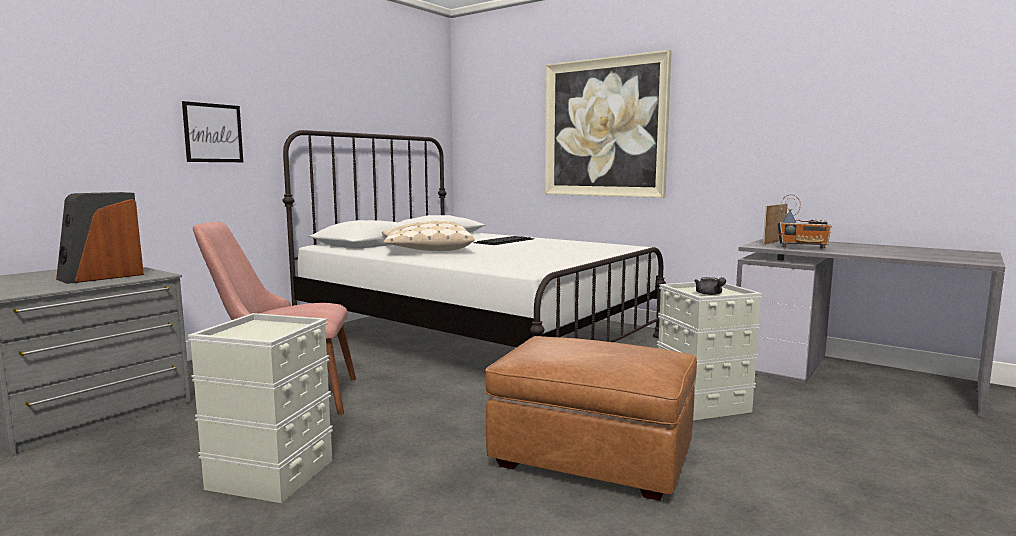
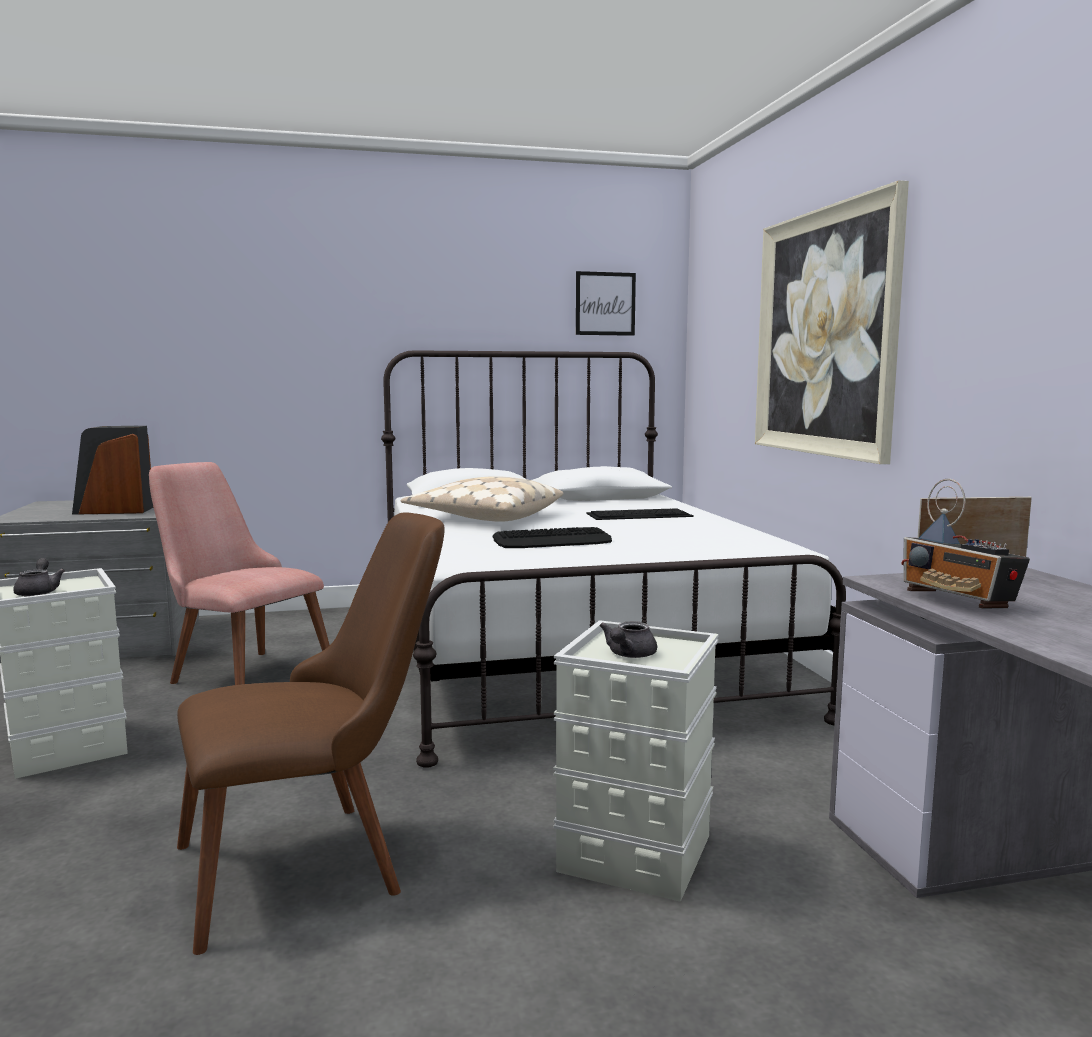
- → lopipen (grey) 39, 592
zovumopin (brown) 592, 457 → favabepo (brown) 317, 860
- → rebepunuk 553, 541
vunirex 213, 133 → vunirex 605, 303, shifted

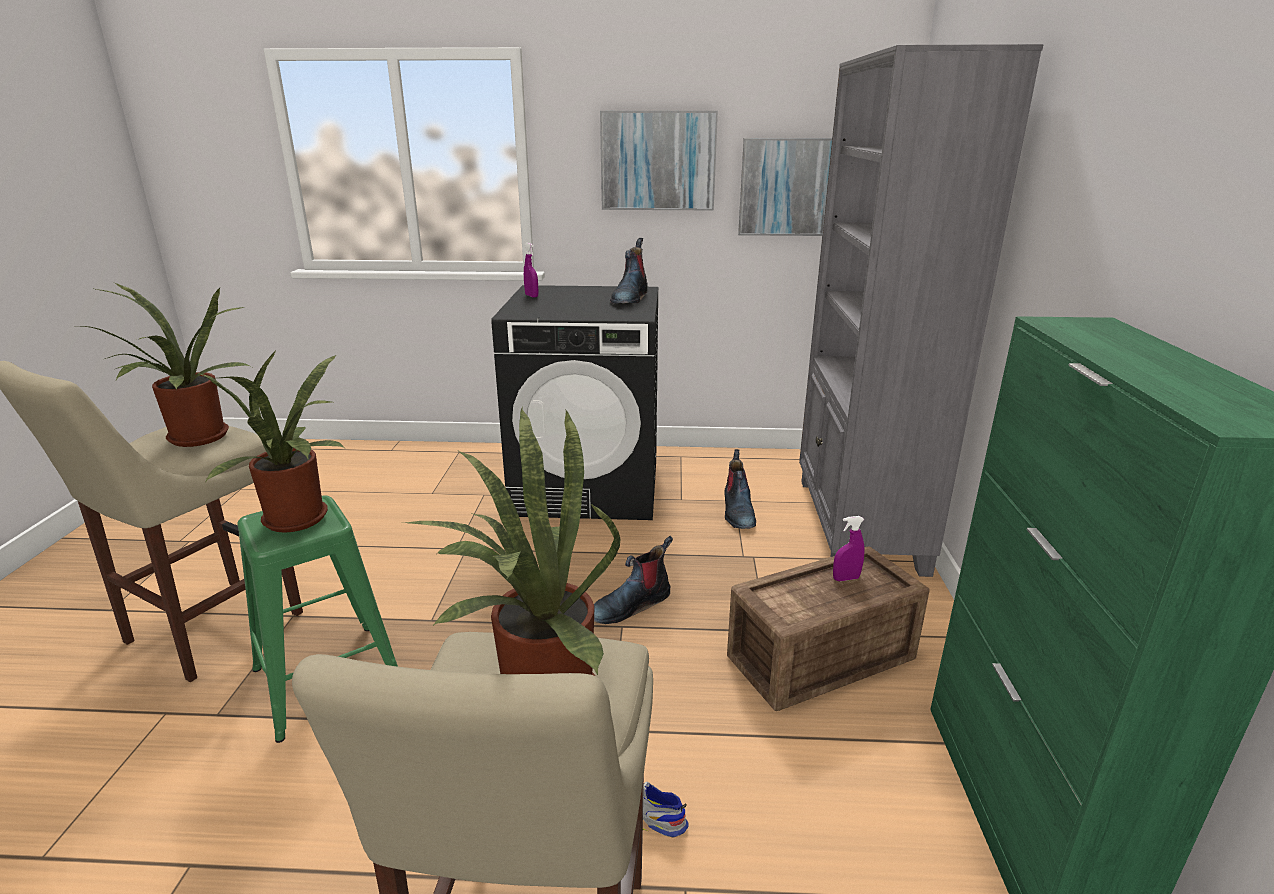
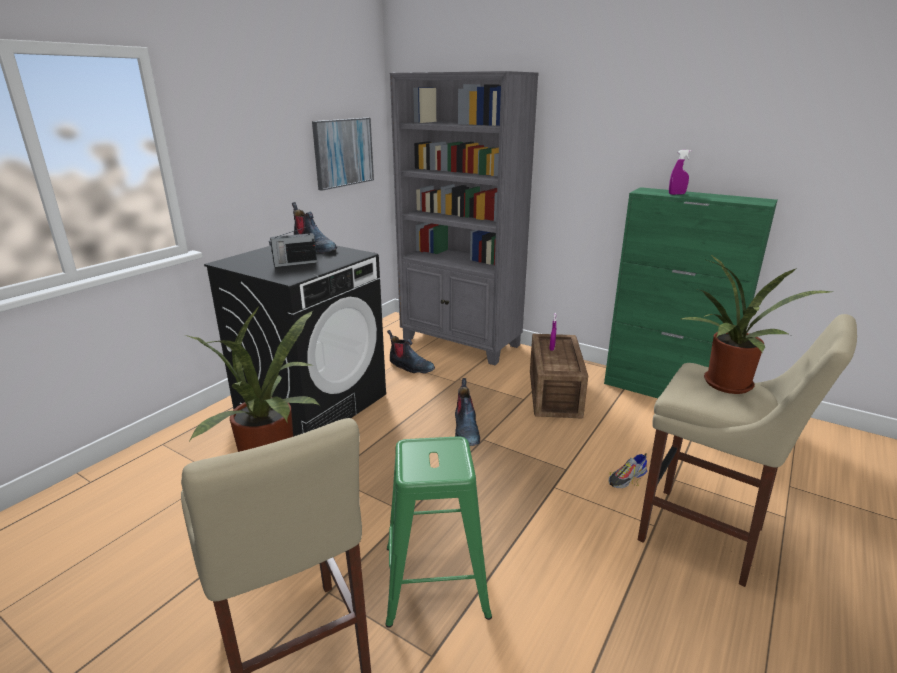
- → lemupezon 294, 263
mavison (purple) 531, 296 → mavison (purple) 676, 194, shifted
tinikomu 301, 521 → -
vunirex 658, 161 → -

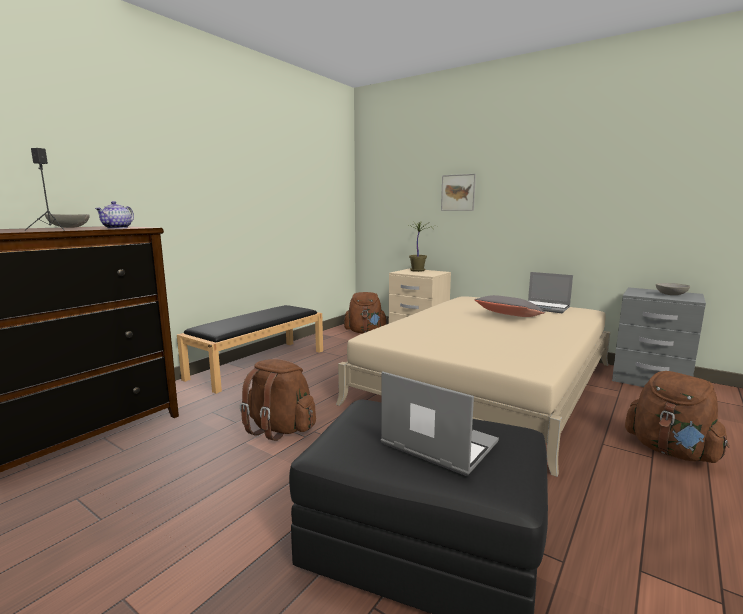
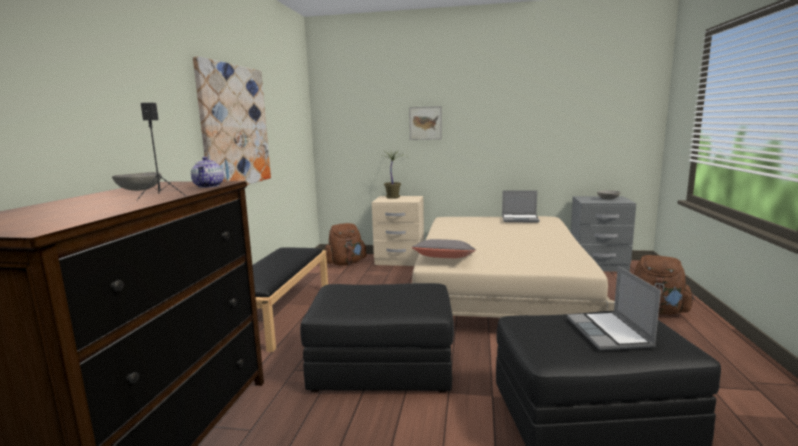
- → vunirex 235, 126
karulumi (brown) 279, 429 → zovumopin (black) 381, 367
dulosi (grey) 509, 316 → dulosi (grey) 445, 259, shifted
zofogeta 436, 444 → zofogeta 610, 333, 105 degrees counterclockwise

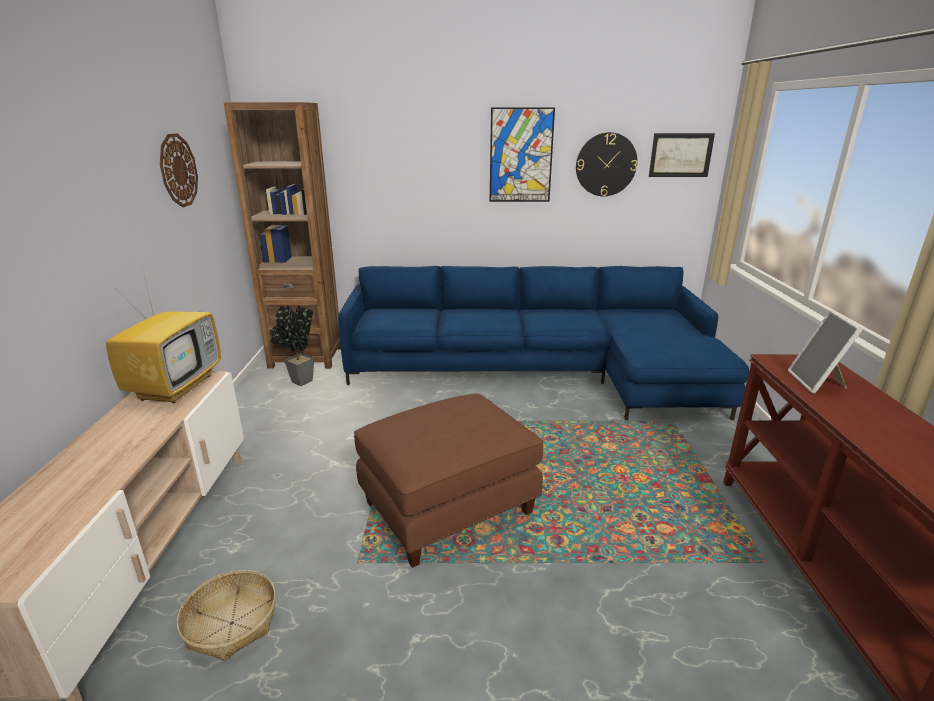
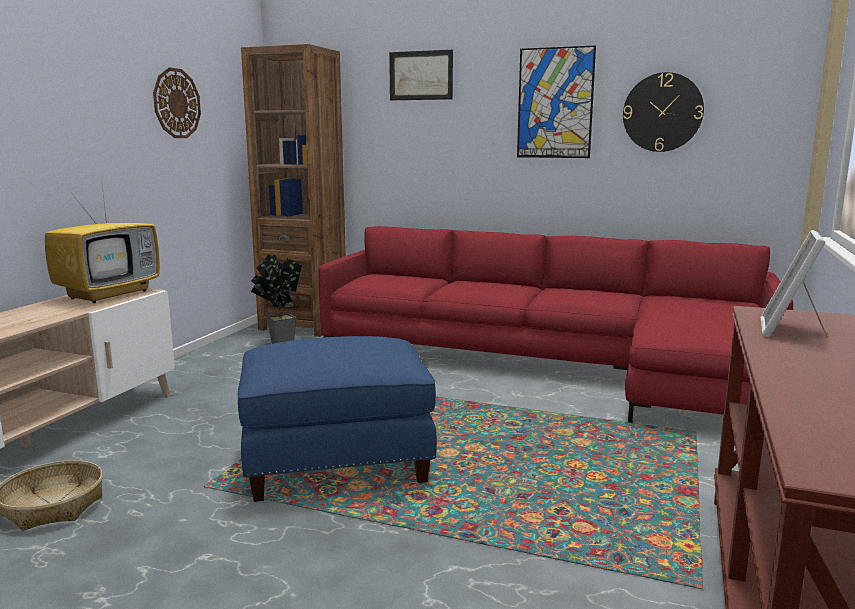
zovumopin (brown) 448, 507 → zovumopin (blue) 337, 461
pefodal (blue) 541, 371 → pefodal (red) 558, 366
vunirex 680, 155 → vunirex 421, 75, shifted

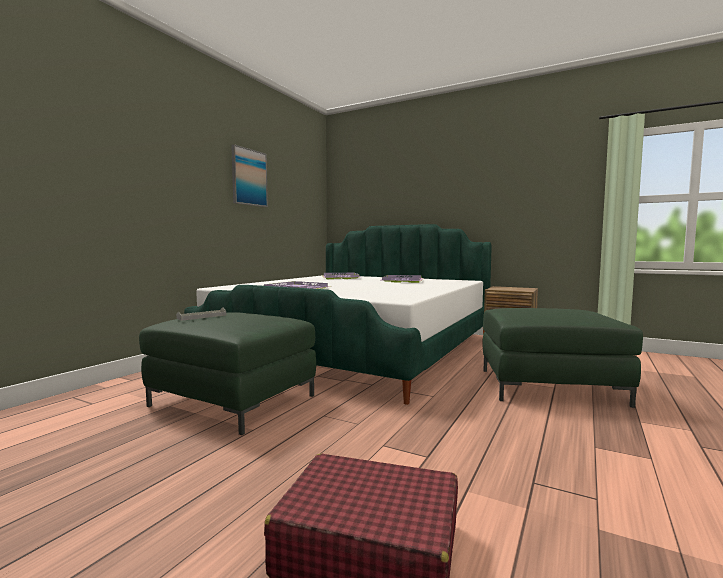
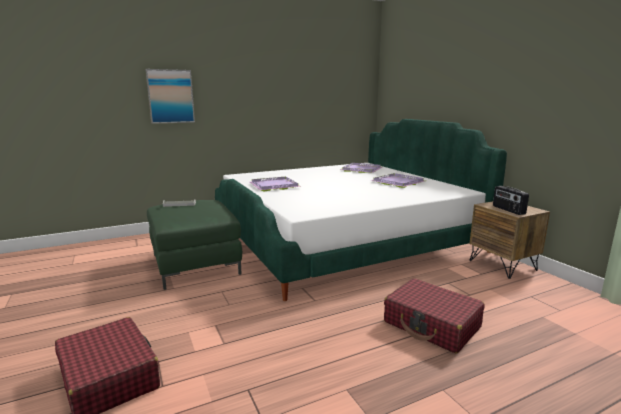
vunirex 249, 177 → vunirex 170, 96, shifted
zovumopin (green) 549, 386 → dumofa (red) 432, 325
- → lemupezon 508, 210

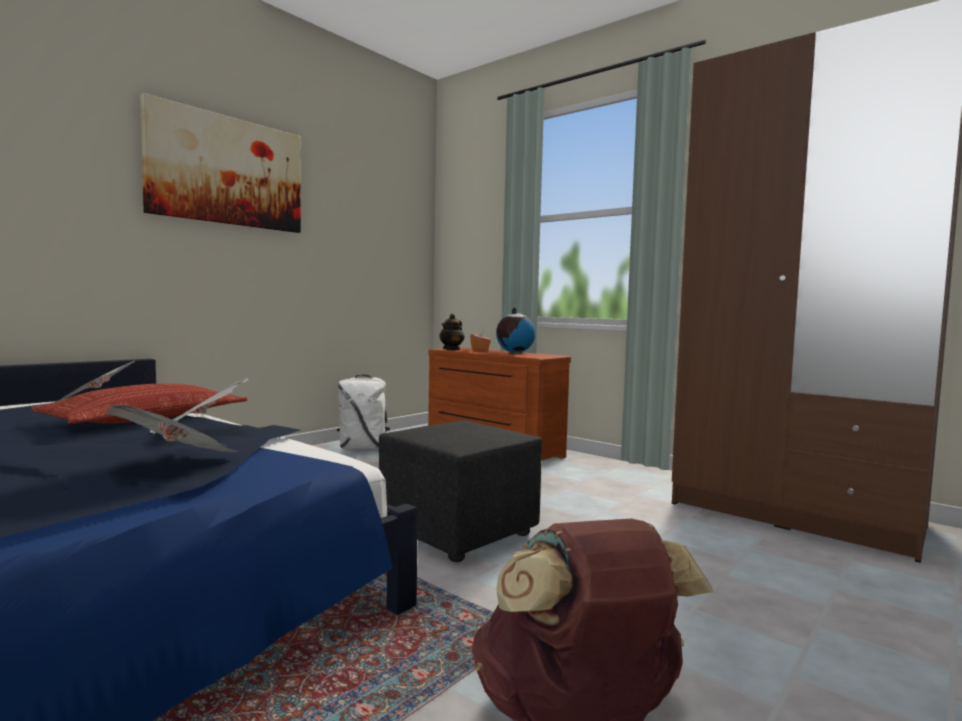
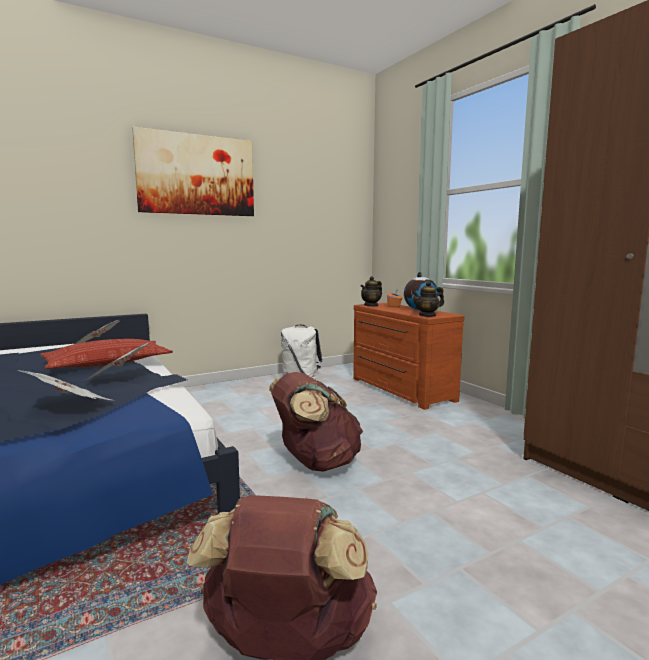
zovumopin (black) 456, 532 → karulumi (brown) 315, 463
- → lopipen 427, 315

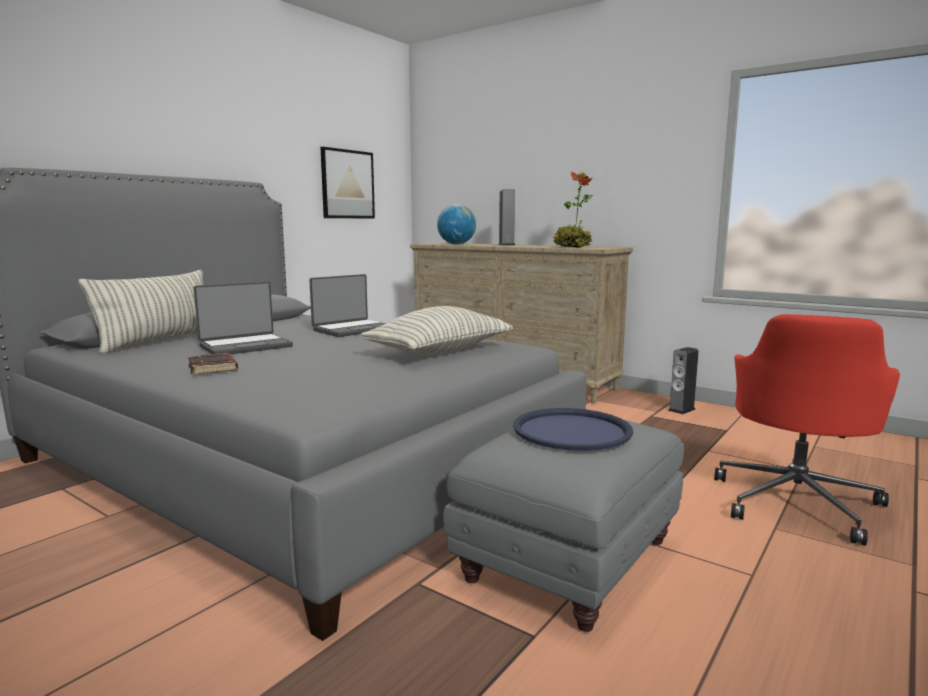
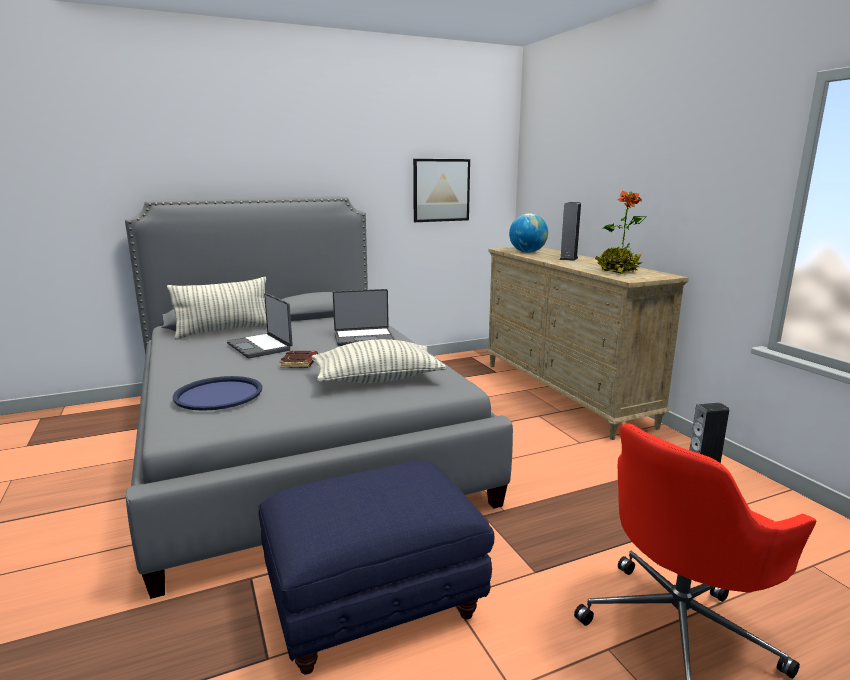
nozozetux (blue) 572, 431 → nozozetux (blue) 219, 394, shifted
zofogeta 245, 346 → zofogeta 260, 347, 60 degrees clockwise
zovumopin (grey) 569, 559 → zovumopin (blue) 376, 602
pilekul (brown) 214, 368 → pilekul (brown) 300, 363, shifted

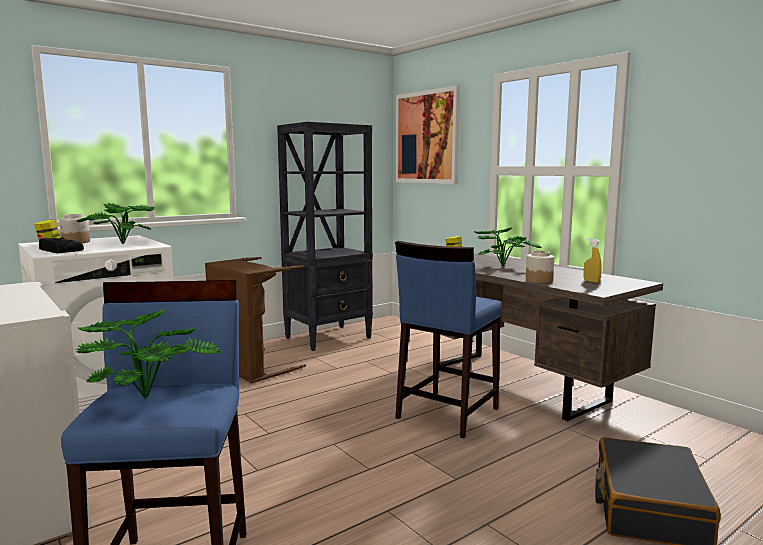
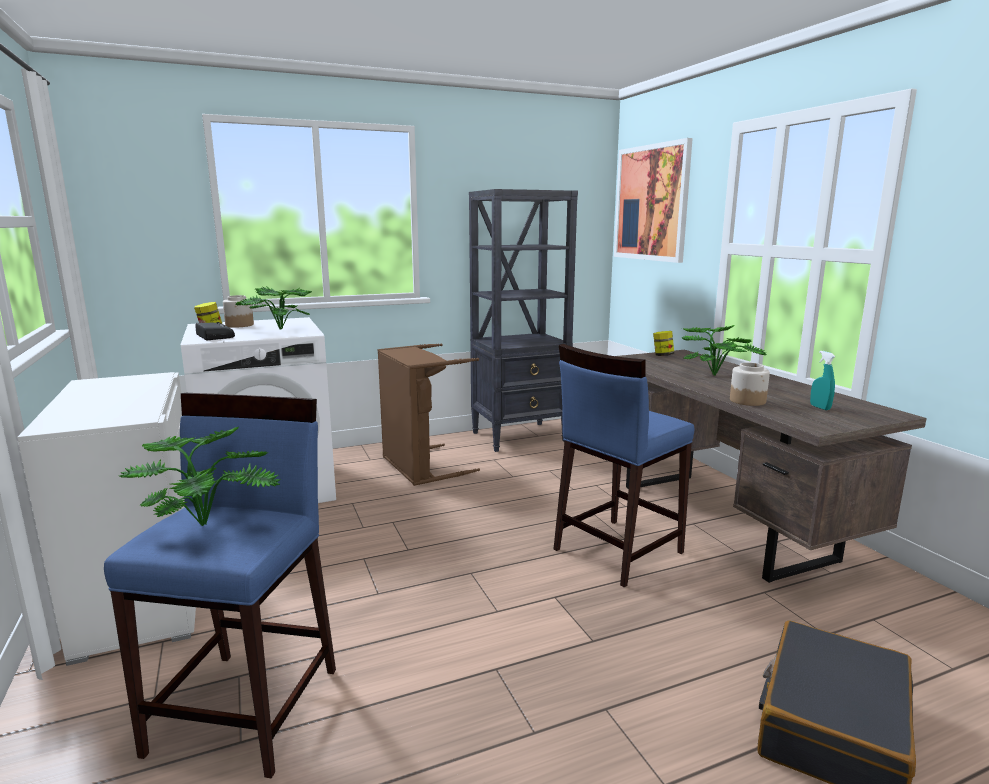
mavison (yellow) 591, 281 → mavison (turquoise) 820, 407

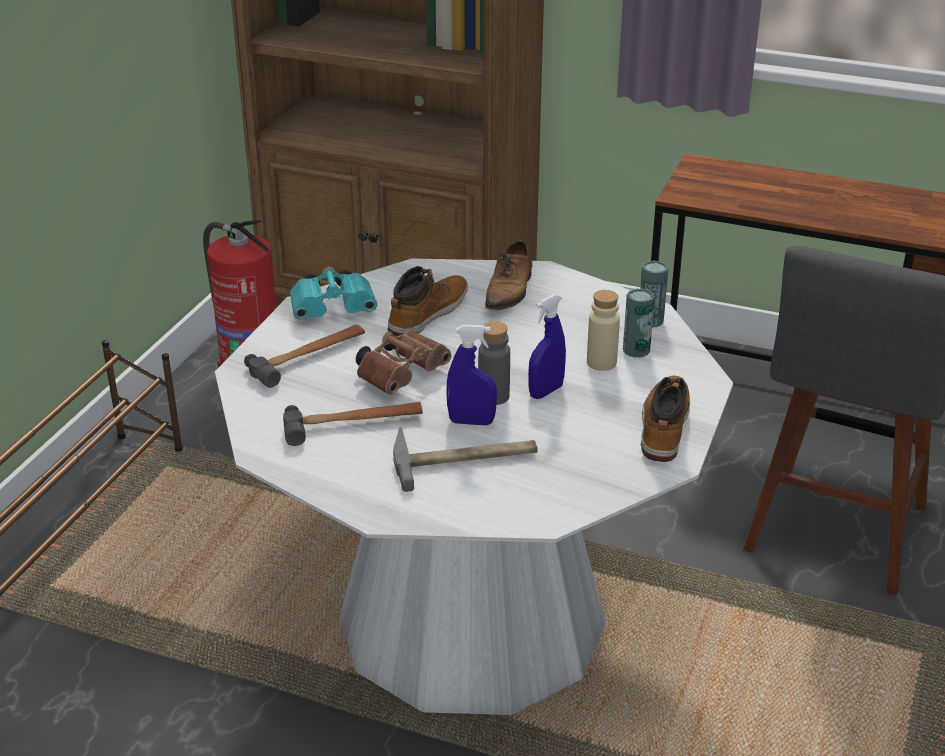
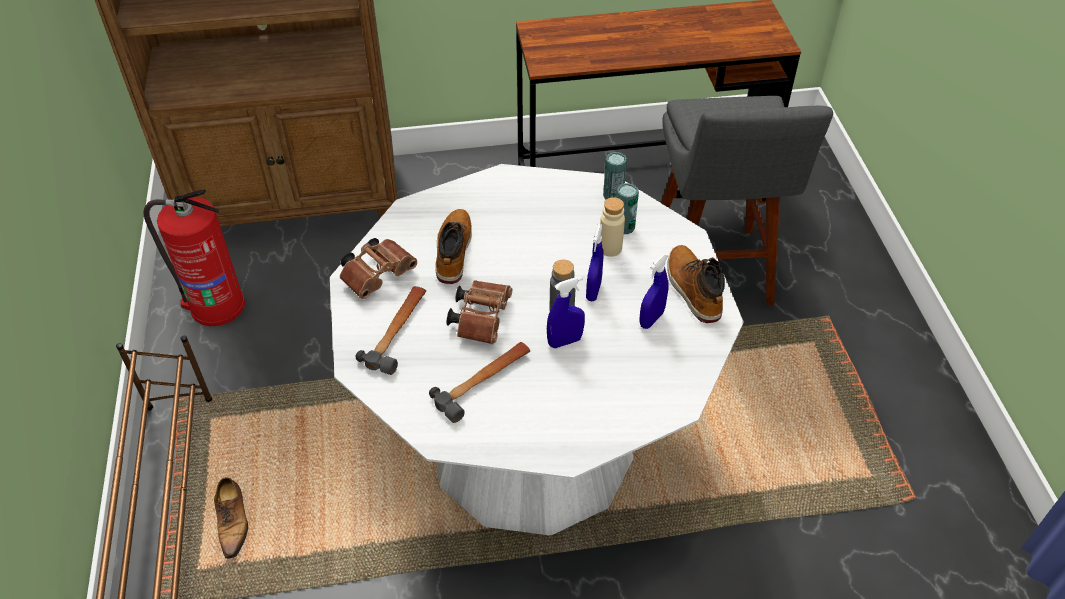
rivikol 509, 291 → rivikol 233, 522, shifted
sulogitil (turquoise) 335, 309 → sulogitil (brown) 379, 275
- → mavison (blue) 651, 319
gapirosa 465, 457 → -

